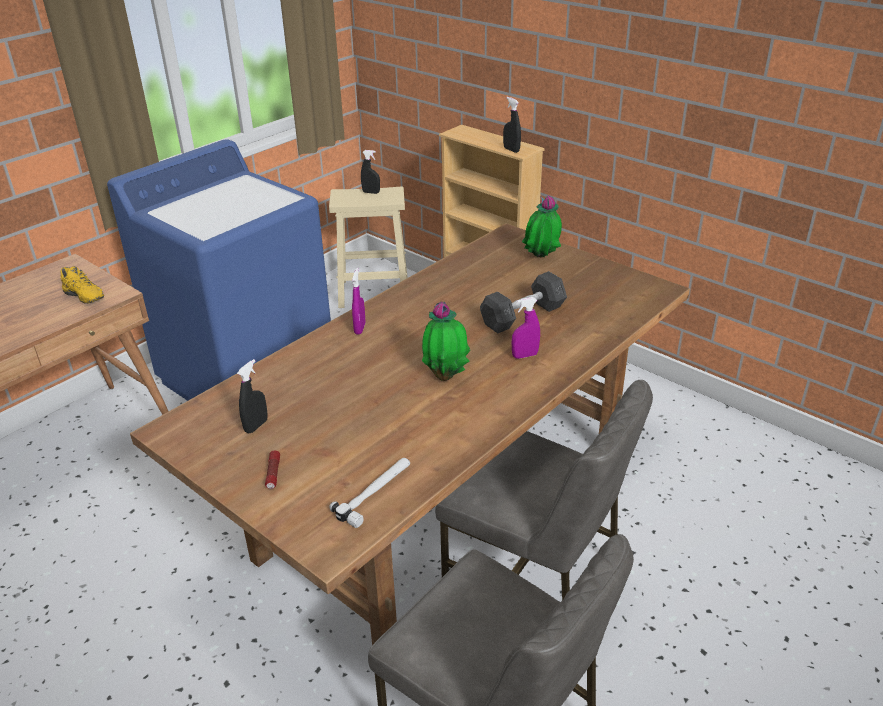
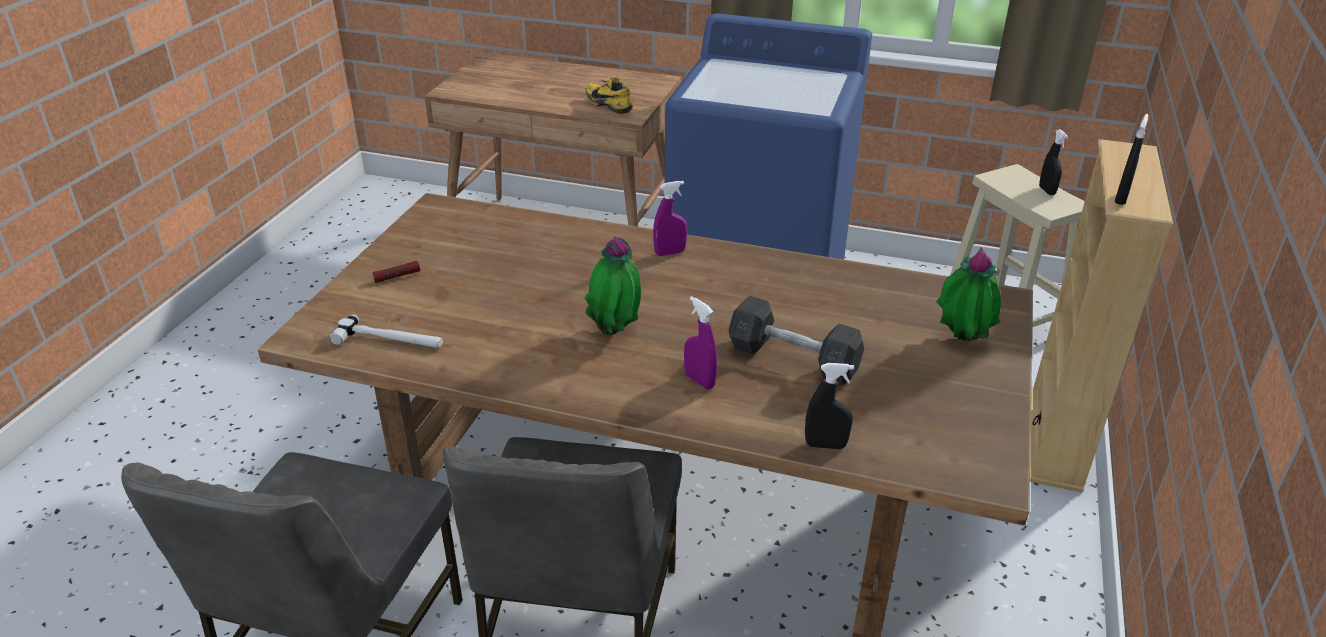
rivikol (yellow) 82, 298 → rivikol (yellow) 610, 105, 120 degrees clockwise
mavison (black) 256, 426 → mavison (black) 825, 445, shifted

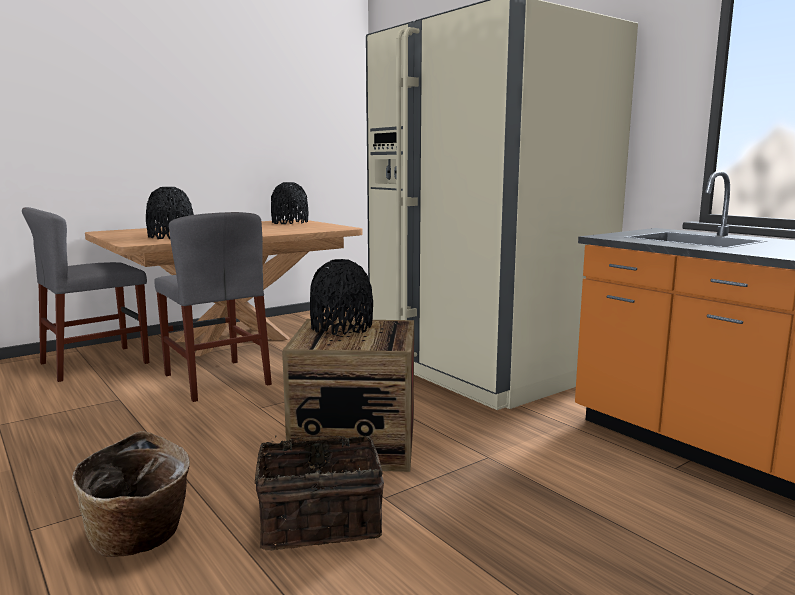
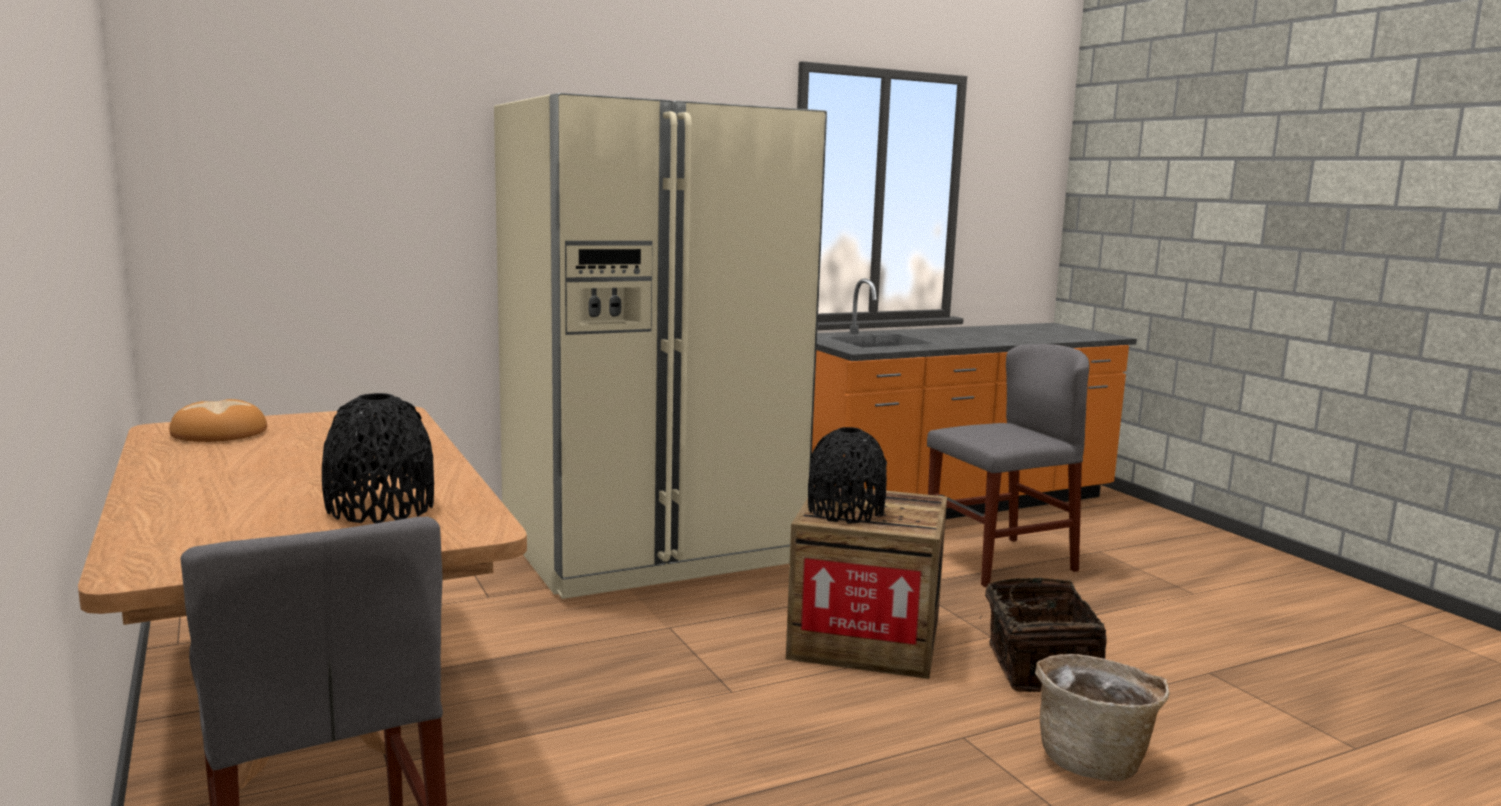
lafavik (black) 290, 222 → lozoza 220, 433
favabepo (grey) 216, 379 → favabepo (grey) 999, 562, shifted

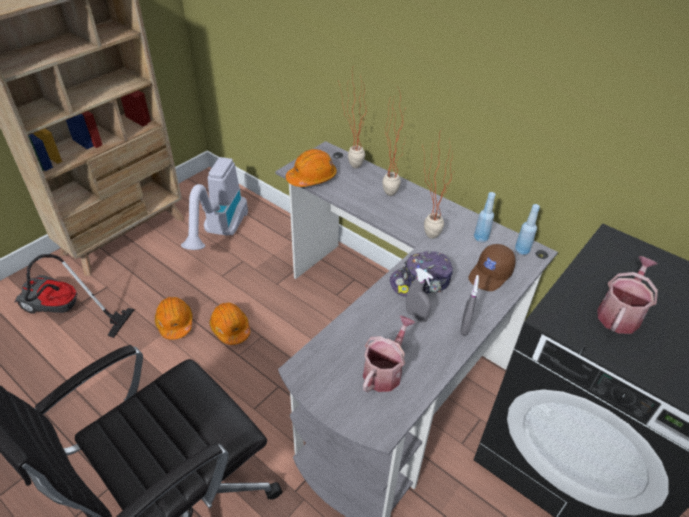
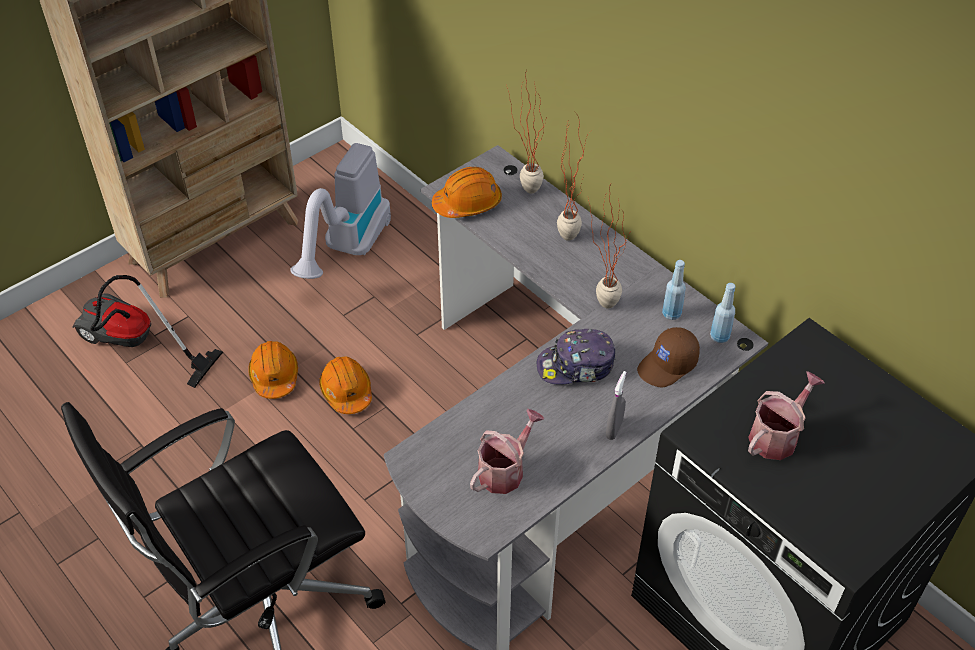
mavison (grey) 416, 316 → -

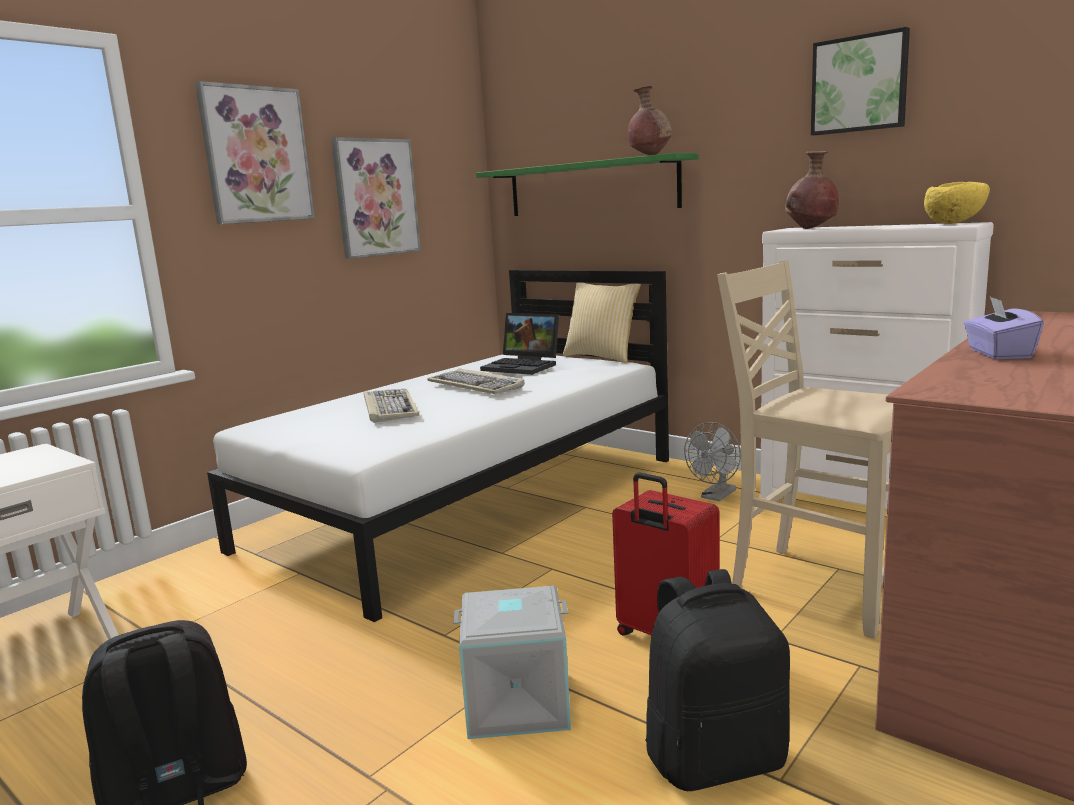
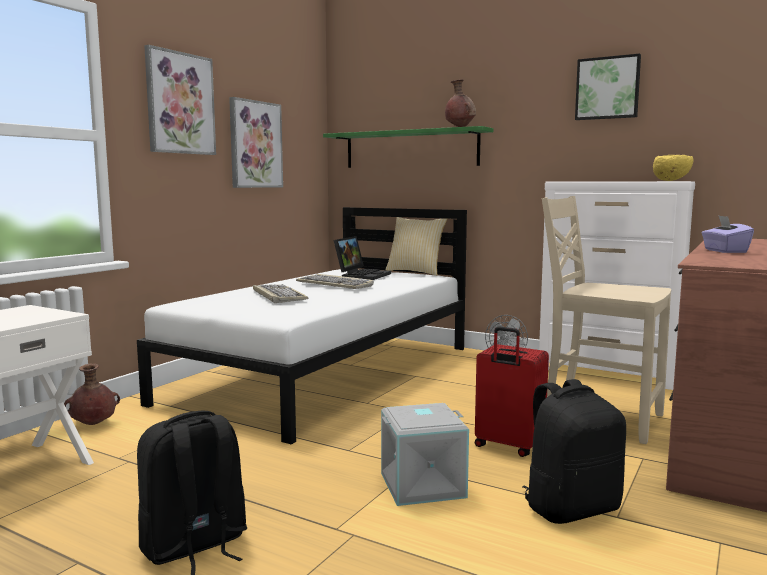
lafavik (brown) 810, 229 → lafavik (brown) 93, 425, shifted
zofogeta 524, 366 → zofogeta 362, 275, 90 degrees counterclockwise

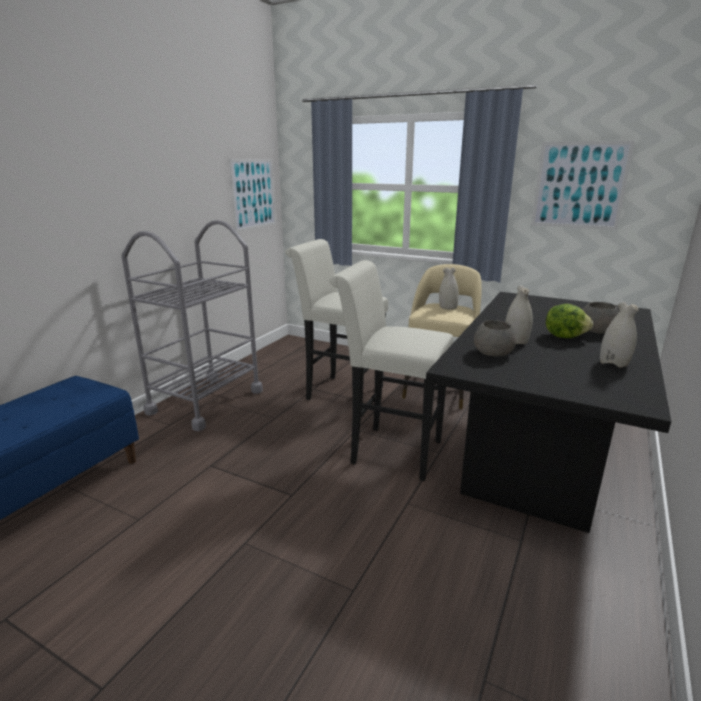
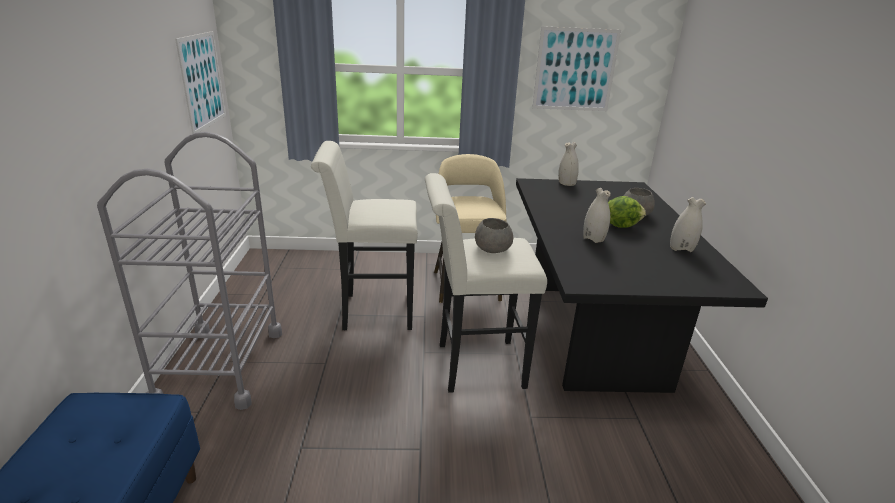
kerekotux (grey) 492, 352 → kerekotux (grey) 492, 248, shifted
lafavik (white) 447, 307 → lafavik (white) 566, 183, shifted

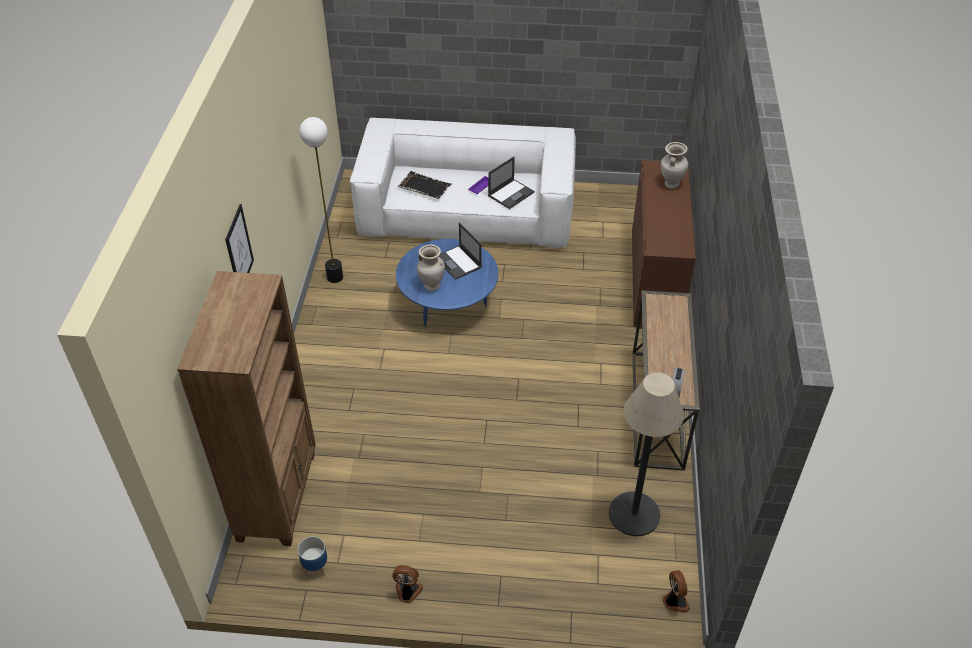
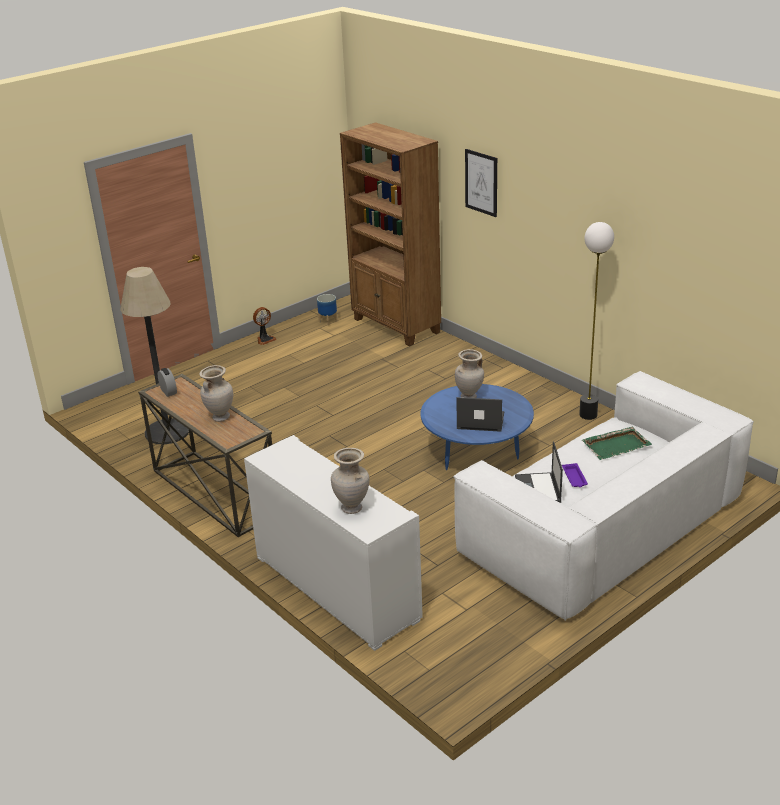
- → lafavik (beige) 220, 417
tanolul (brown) 655, 279 → tanolul (white) 336, 587
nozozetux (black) 424, 186 → nozozetux (green) 617, 445
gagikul 674, 601 → -

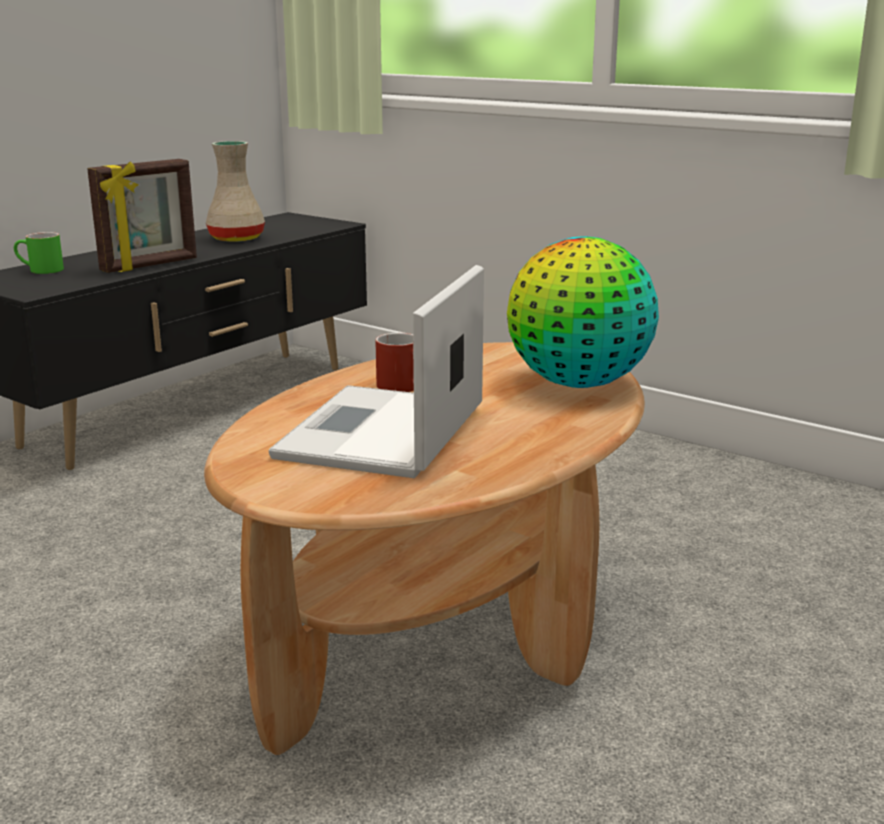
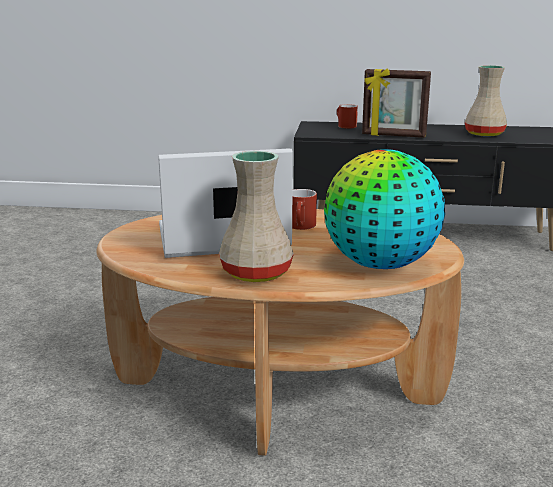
- → lafavik (beige) 255, 273
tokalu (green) 40, 270 → tokalu (red) 344, 126

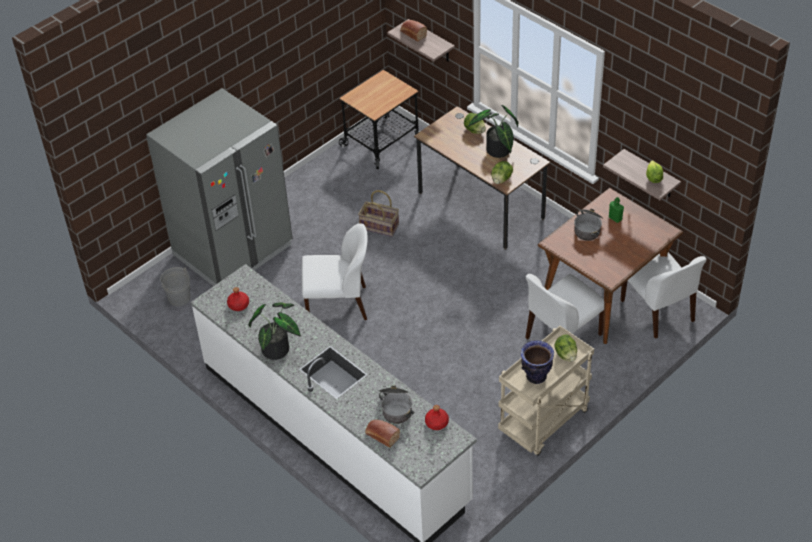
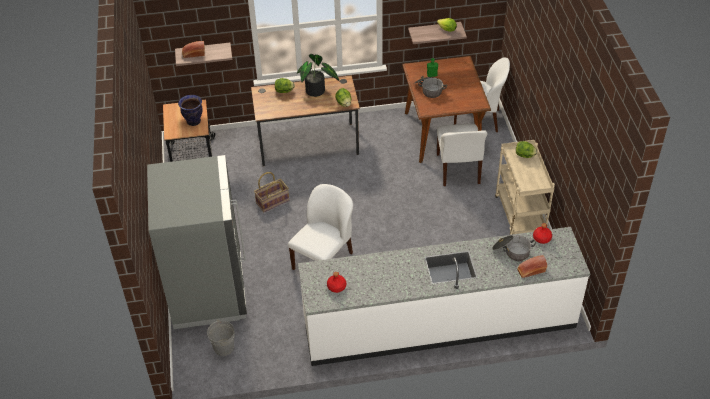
lafavik 536, 376 → lafavik 193, 121, shifted
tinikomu 278, 348 → -

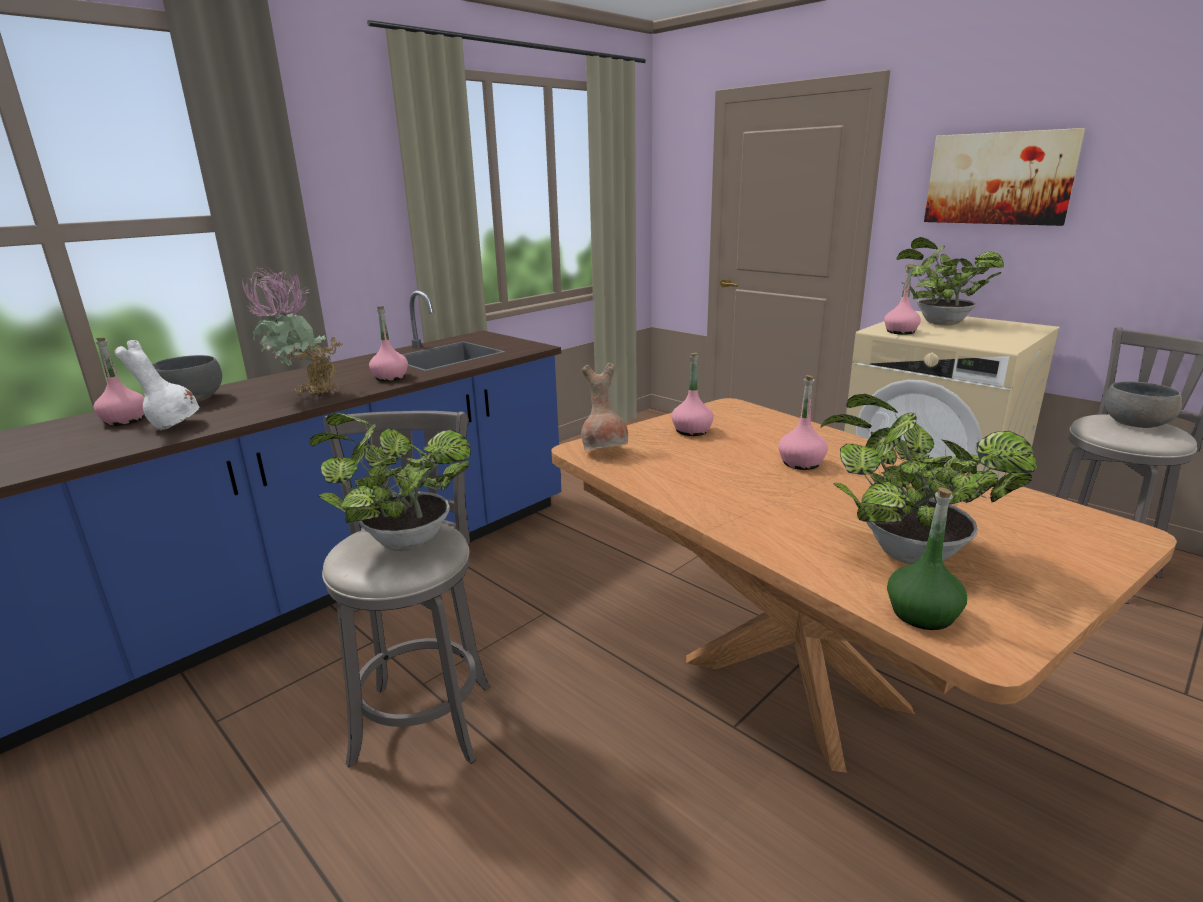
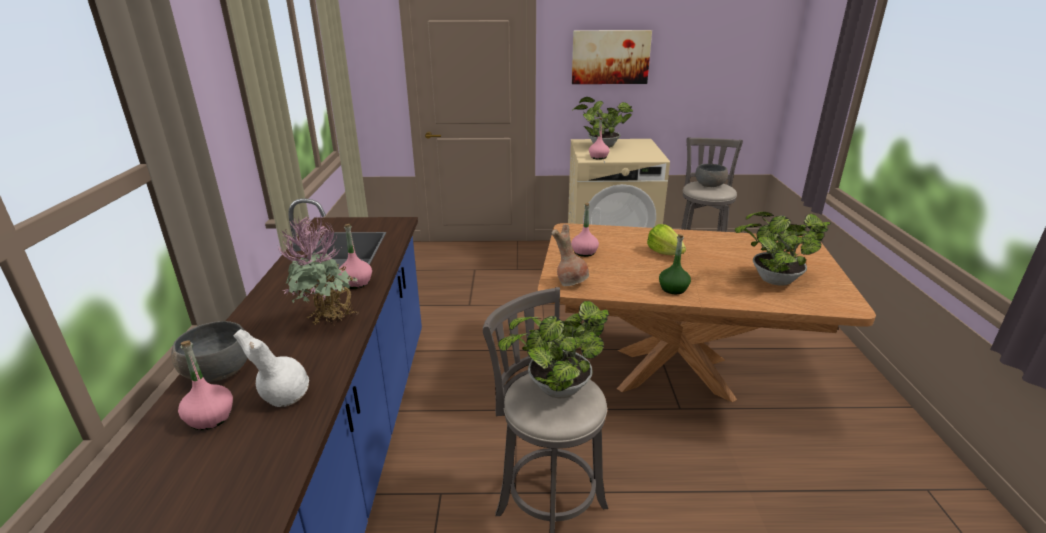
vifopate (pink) 801, 463 → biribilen 664, 252
vifopate (green) 922, 614 → vifopate (green) 673, 288, shifted

